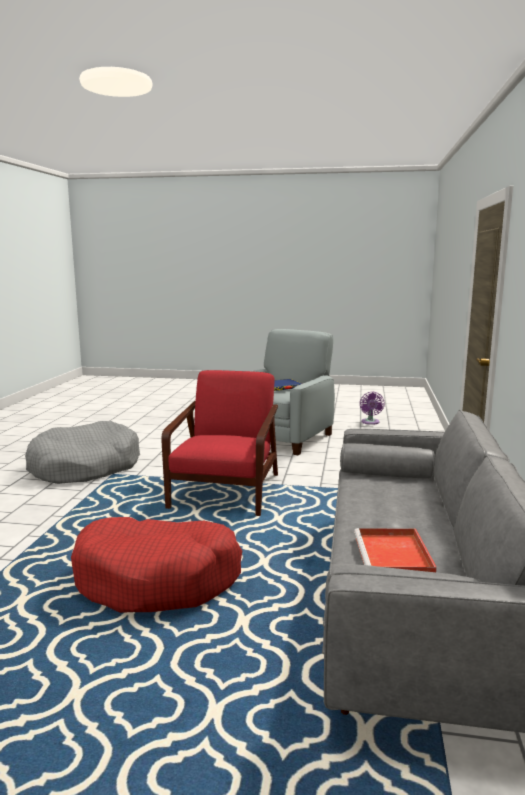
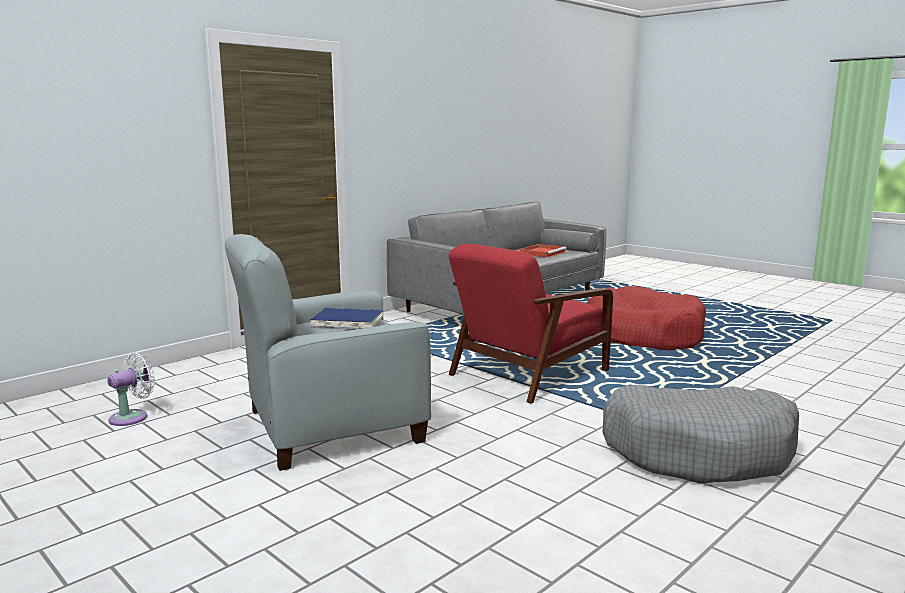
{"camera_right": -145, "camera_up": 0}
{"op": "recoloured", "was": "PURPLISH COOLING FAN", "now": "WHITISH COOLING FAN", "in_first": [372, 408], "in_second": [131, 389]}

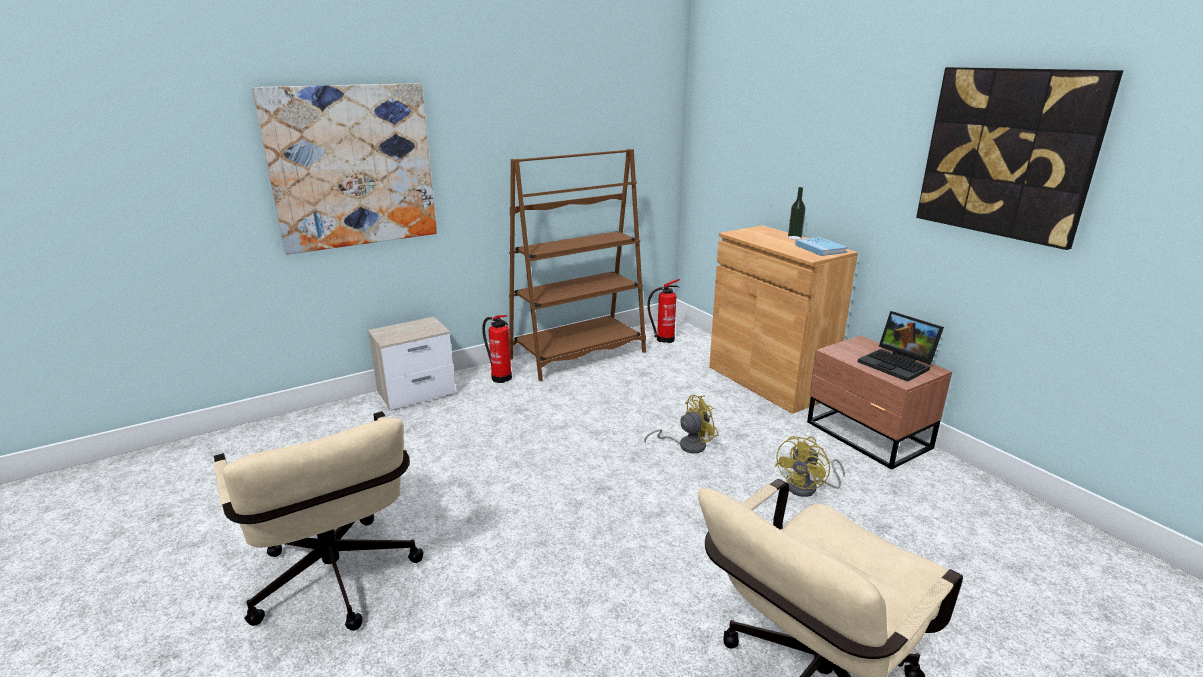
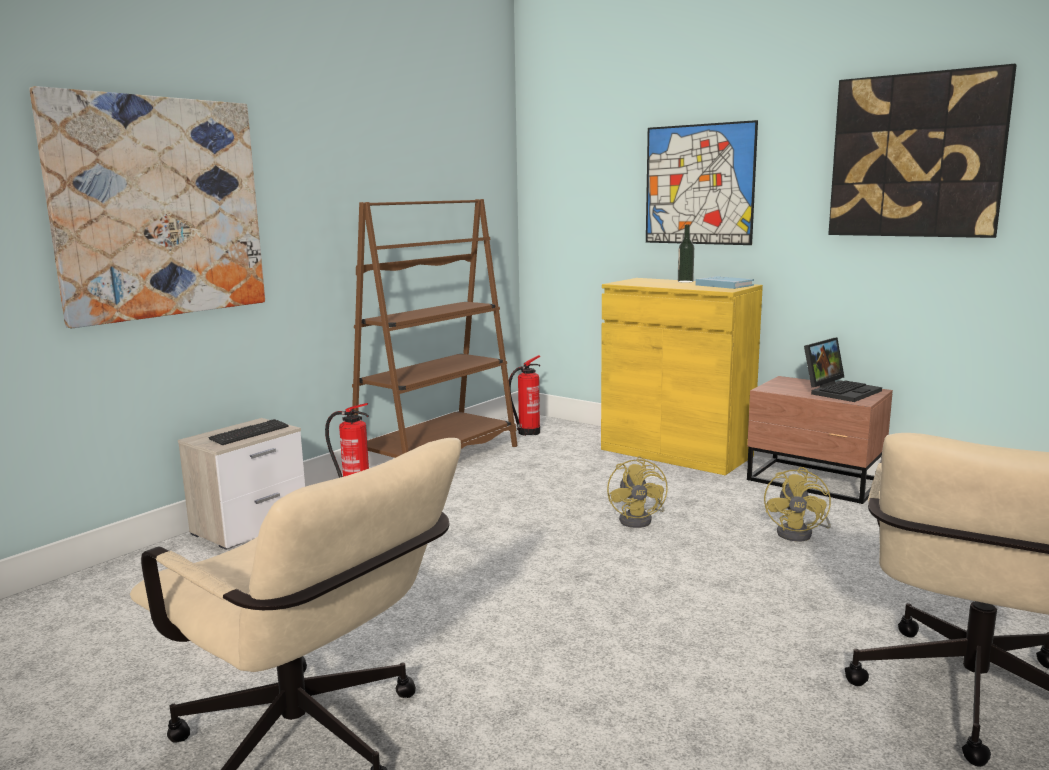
{"camera_right": -20, "camera_up": -10}
{"op": "added", "now": "KEYBOARD", "in_second": [248, 432]}
{"op": "recoloured", "was": "BROWN-COLOURED STORAGE CABINET", "now": "YELLOW-COLOURED STORAGE CABINET", "in_first": [783, 319], "in_second": [682, 376]}
{"op": "turned", "was": "YELLOW-COLOURED COOLING FAN", "in_first": [681, 424], "in_second": [637, 492], "clockwise": 135}
{"op": "added", "now": "WALL ART", "in_second": [702, 182]}
{"op": "turned", "was": "LAPTOP", "in_first": [901, 346], "in_second": [843, 369], "clockwise": -75}

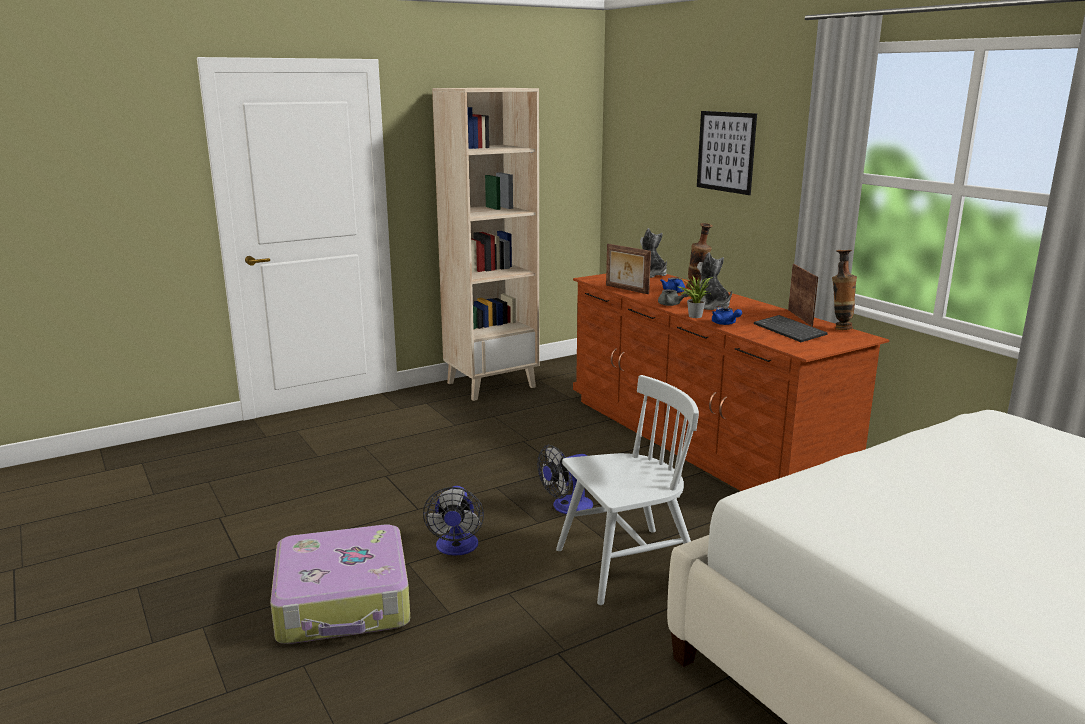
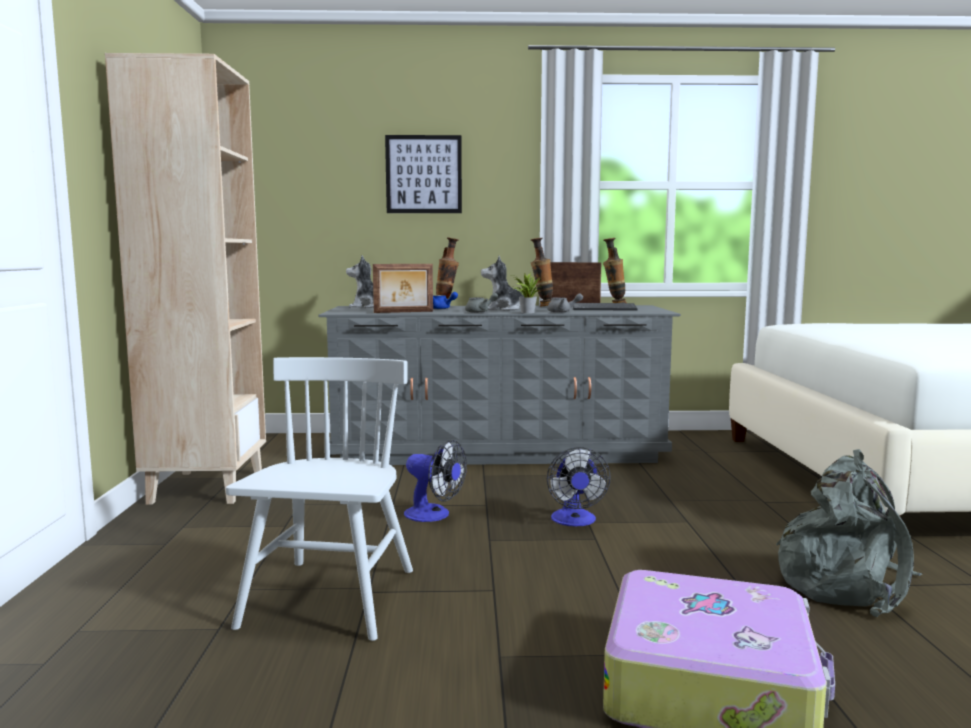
{"camera_right": -60, "camera_up": -10}
{"op": "moved", "was": "WHITISH PLAIN CHAIR", "in_first": [627, 490], "in_second": [319, 499]}
{"op": "recoloured", "was": "BROWN-COLOURED DRAWER CHEST", "now": "GRAY DRAWER CHEST", "in_first": [731, 382], "in_second": [499, 385]}
{"op": "moved", "was": "COOLING FAN", "in_first": [453, 521], "in_second": [435, 480]}
{"op": "added", "now": "VASE", "in_second": [542, 272]}
{"op": "recoloured", "was": "BLUE-COLOURED POT FOR TEA", "now": "GRAY POT FOR TEA", "in_first": [727, 316], "in_second": [565, 302]}
{"op": "added", "now": "GRAY KNAPSACK", "in_second": [849, 533]}

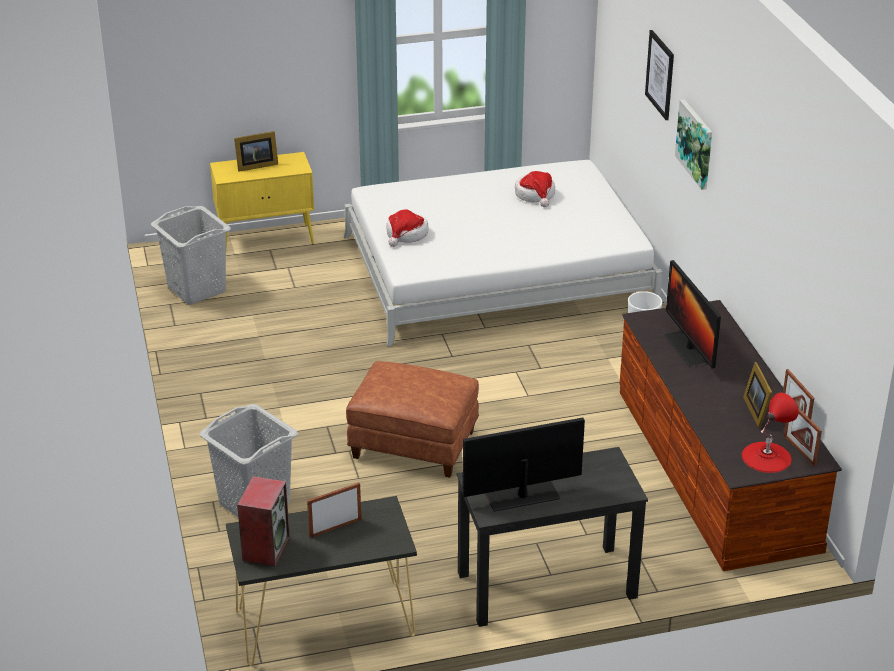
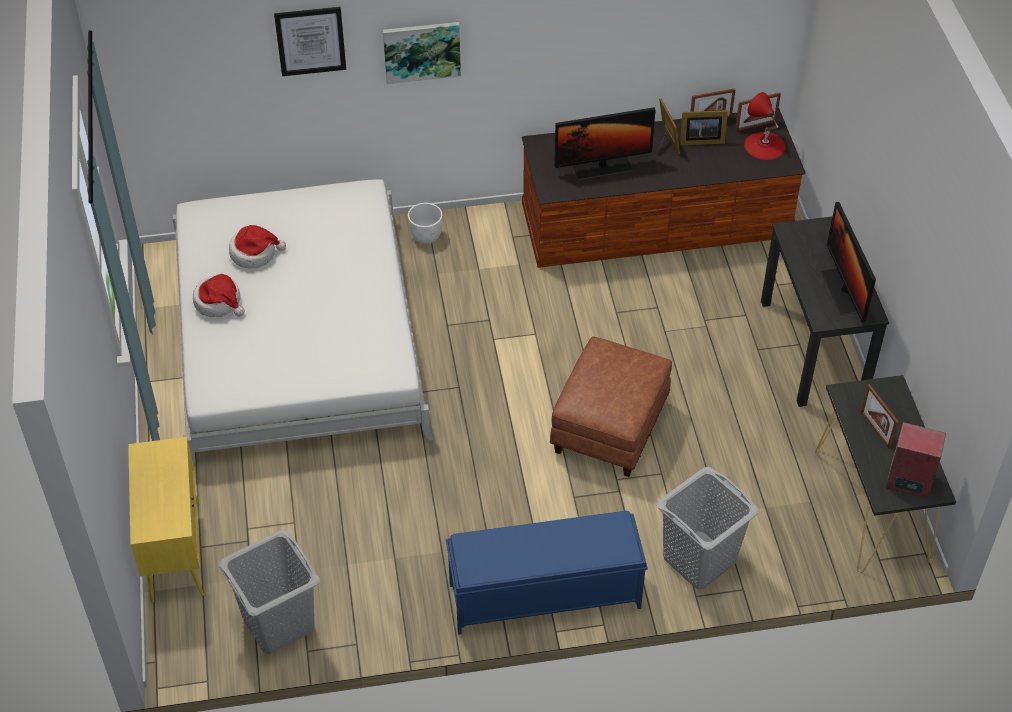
{"camera_right": -85, "camera_up": 15}
{"op": "moved", "was": "CLOTHING HAT", "in_first": [407, 228], "in_second": [219, 295]}
{"op": "added", "now": "BLUE-COLOURED INDOOR BENCH", "in_second": [547, 573]}
{"op": "moved", "was": "PHOTO FRAME", "in_first": [256, 151], "in_second": [668, 126]}

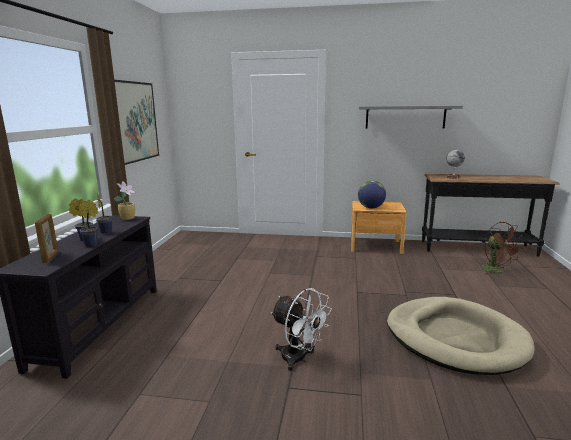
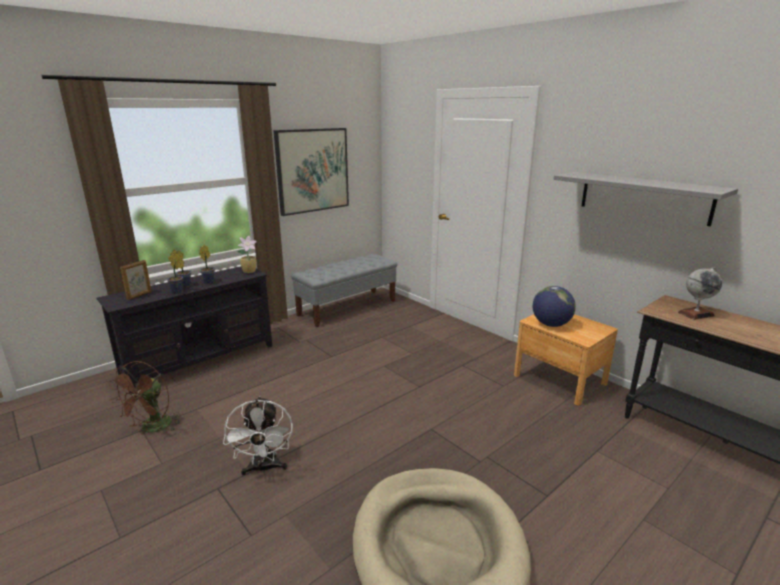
{"camera_right": 40, "camera_up": 5}
{"op": "moved", "was": "BROWN-COLOURED COOLING FAN", "in_first": [502, 248], "in_second": [144, 397]}
{"op": "added", "now": "GRAY INDOOR BENCH", "in_second": [344, 290]}

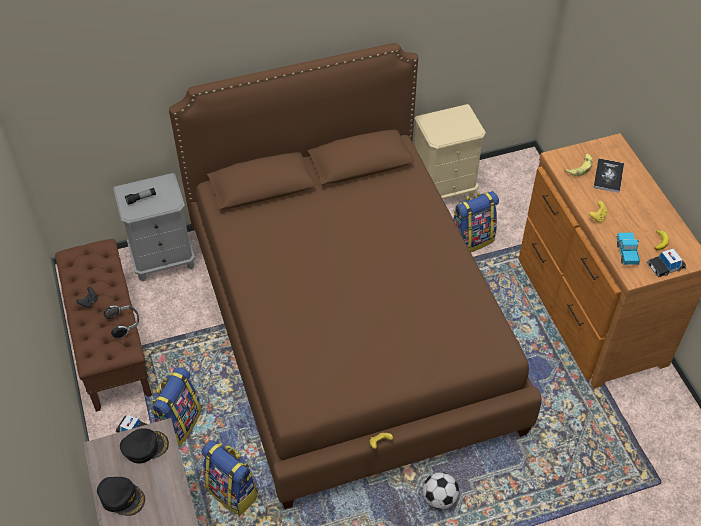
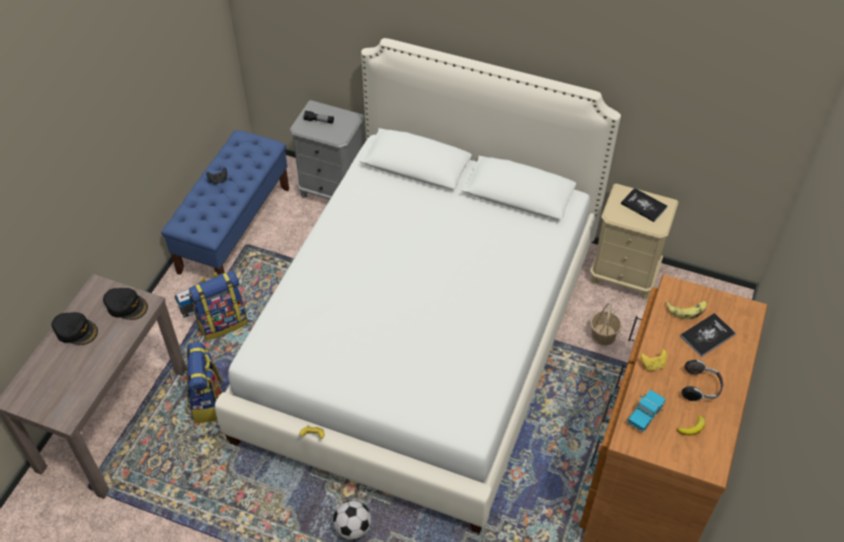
{"camera_right": 40, "camera_up": 0}
{"op": "turned", "was": "BLACK-COLOURED CAP", "in_first": [121, 496], "in_second": [74, 328], "clockwise": -45}
{"op": "recoloured", "was": "BROWN-COLOURED INDOOR BENCH", "now": "BLUE-COLOURED INDOOR BENCH", "in_first": [103, 325], "in_second": [225, 202]}
{"op": "recoloured", "was": "BROWN-COLOURED SLEEPING BED", "now": "WHITISH SLEEPING BED", "in_first": [355, 276], "in_second": [418, 286]}
{"op": "replaced", "was": "KNAPSACK", "now": "HOUSEHOLD BASKET", "in_first": [476, 221], "in_second": [606, 324]}
{"op": "added", "now": "BOOK", "in_second": [644, 205]}
{"op": "moved", "was": "PAIR OF HEADPHONES", "in_first": [121, 321], "in_second": [703, 380]}
{"op": "removed", "was": "TOY CAR", "in_first": [666, 263]}

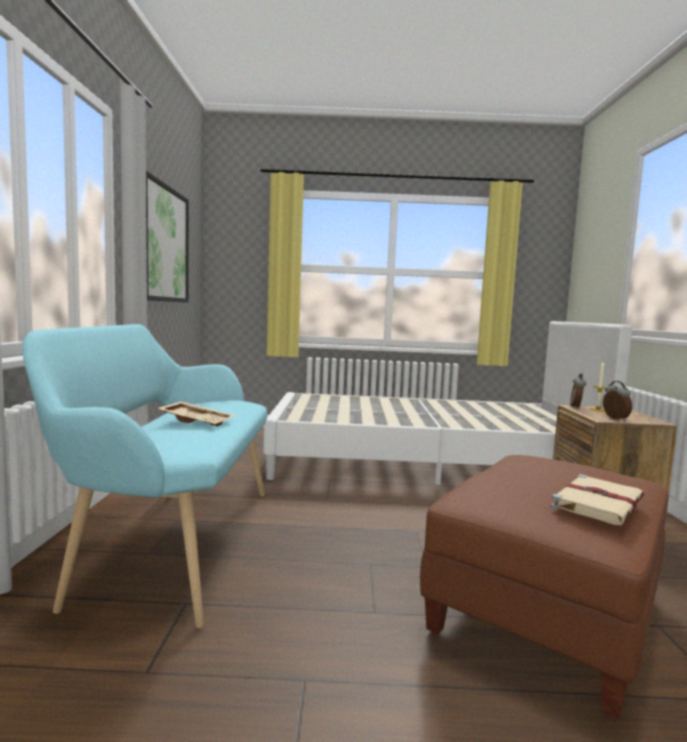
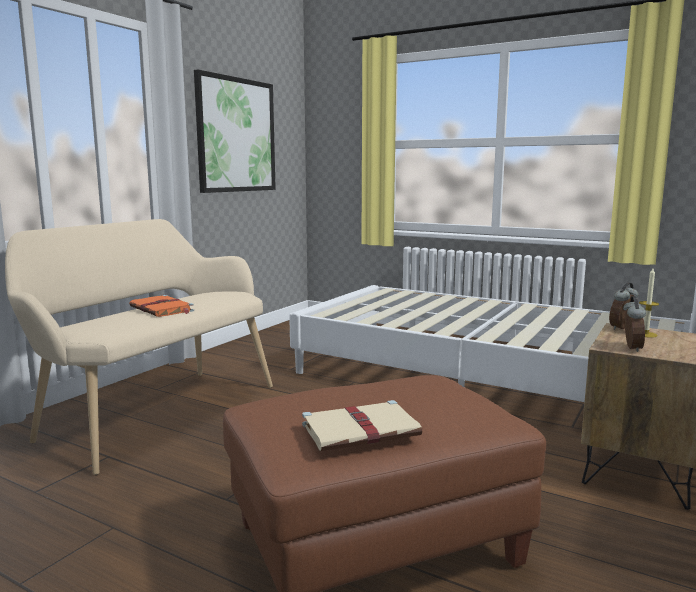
{"camera_right": 30, "camera_up": 5}
{"op": "recoloured", "was": "TURQUOISE-COLOURED INDOOR BENCH", "now": "BEIGE-COLOURED INDOOR BENCH", "in_first": [144, 476], "in_second": [139, 347]}
{"op": "replaced", "was": "BEIGE-COLOURED CARRYING TRAY", "now": "ORANGE-COLOURED BOOK", "in_first": [196, 414], "in_second": [161, 306]}

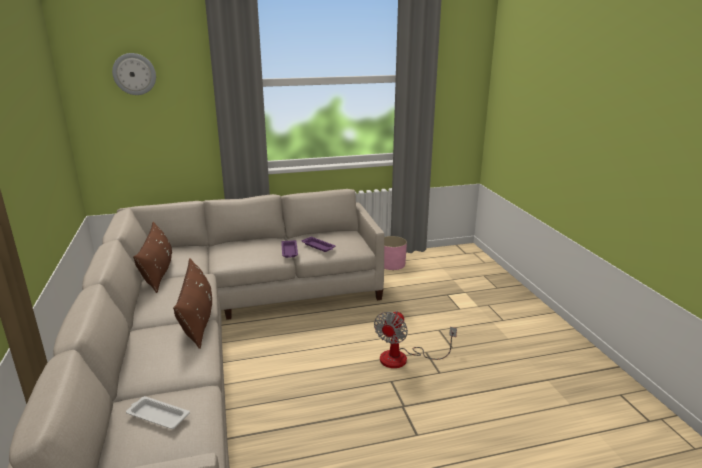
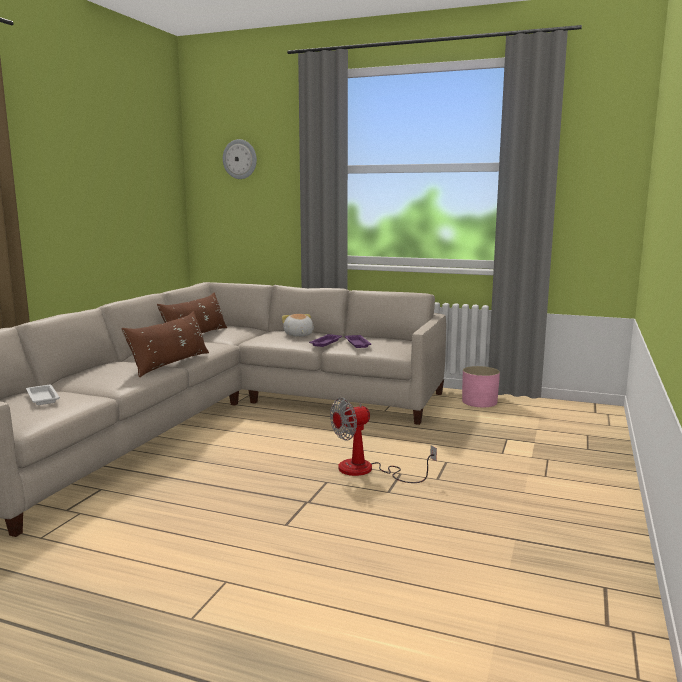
{"camera_right": 35, "camera_up": -10}
{"op": "added", "now": "SOFT TOY", "in_second": [298, 325]}

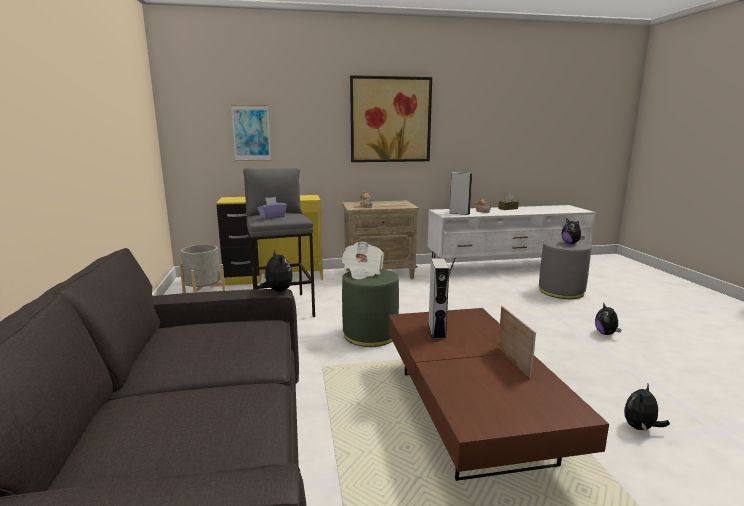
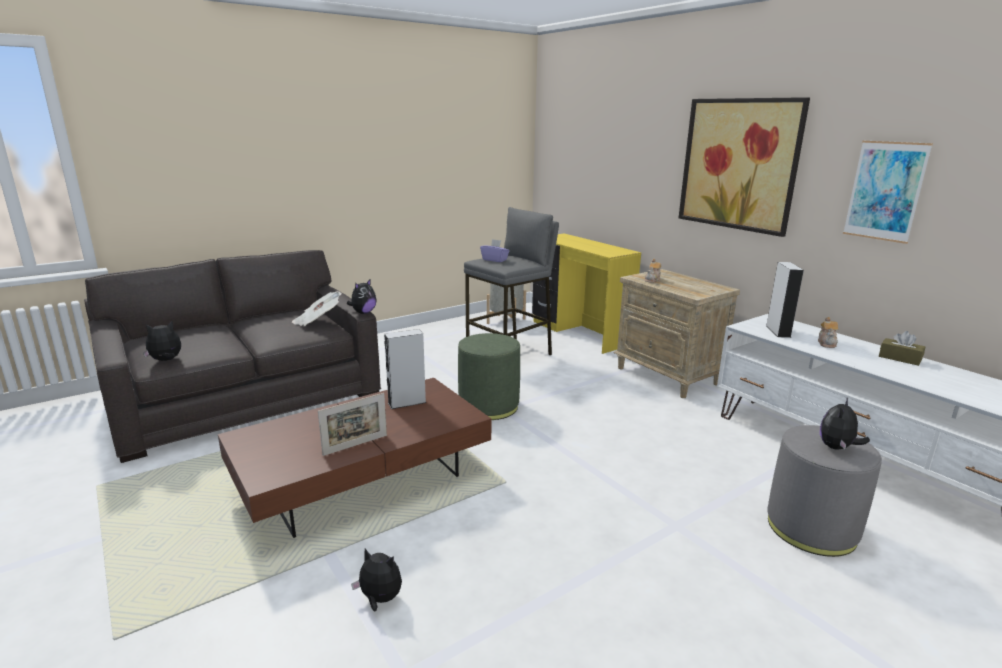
{"camera_right": 65, "camera_up": 5}
{"op": "moved", "was": "SOFT TOY", "in_first": [608, 319], "in_second": [162, 341]}
{"op": "moved", "was": "PRINTED PAPER", "in_first": [362, 260], "in_second": [317, 308]}
{"op": "moved", "was": "WALL ART", "in_first": [251, 133], "in_second": [888, 192]}

